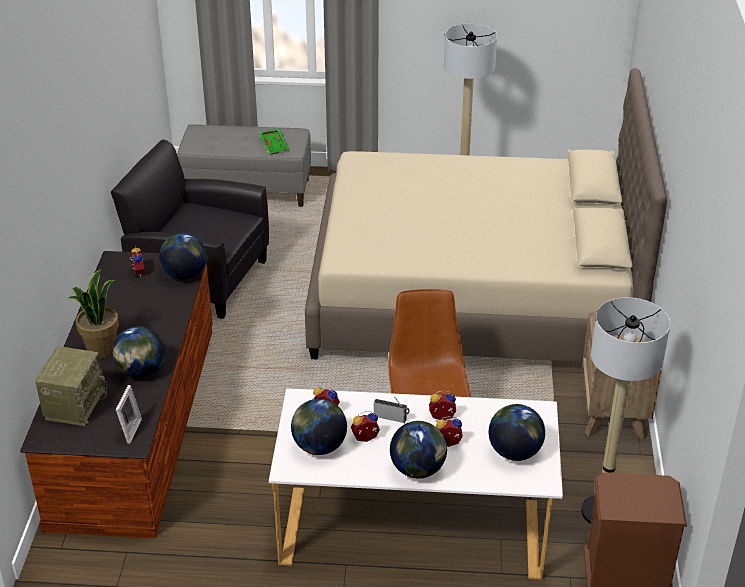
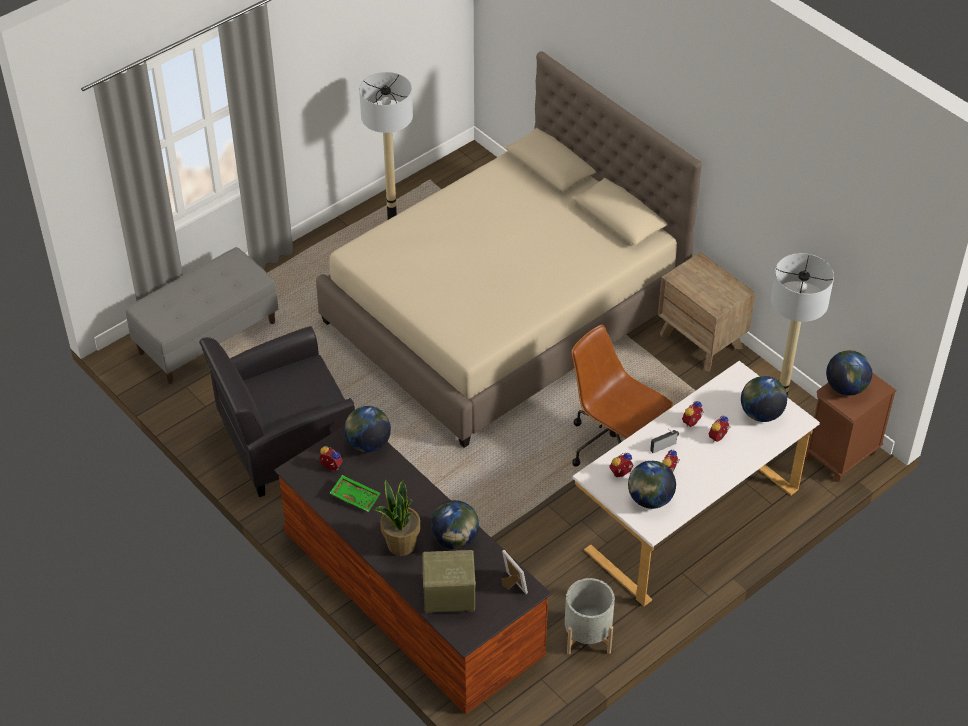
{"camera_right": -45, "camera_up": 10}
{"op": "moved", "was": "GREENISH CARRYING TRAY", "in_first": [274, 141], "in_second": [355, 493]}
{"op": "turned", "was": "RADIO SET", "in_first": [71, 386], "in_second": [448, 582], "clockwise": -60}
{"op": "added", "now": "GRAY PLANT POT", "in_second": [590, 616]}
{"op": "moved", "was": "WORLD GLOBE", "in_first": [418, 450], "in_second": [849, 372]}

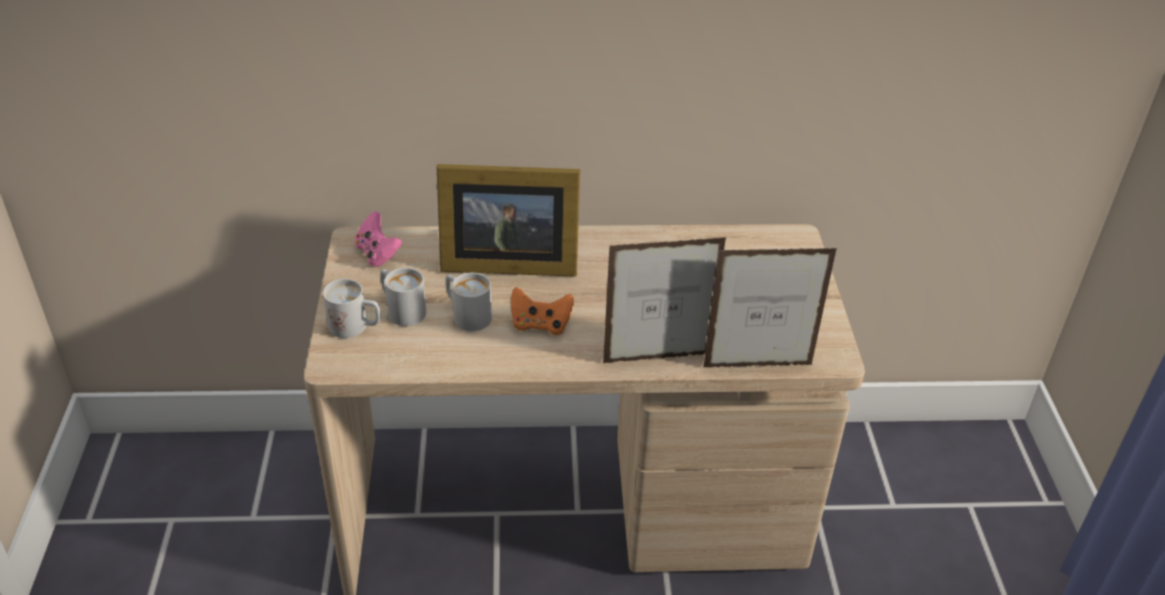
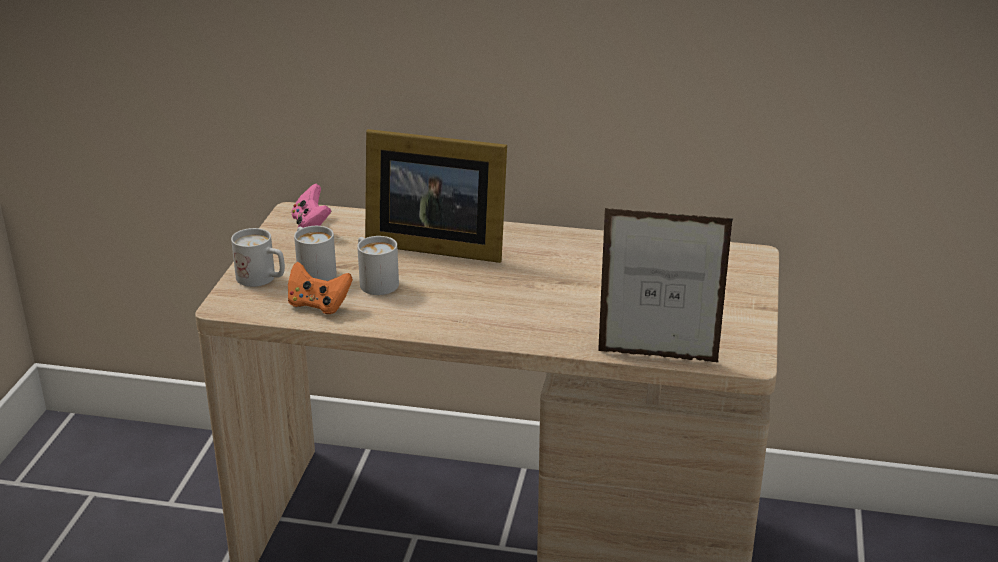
{"camera_right": 15, "camera_up": -10}
{"op": "moved", "was": "ORANGE-COLOURED GAME CONTROLLER", "in_first": [542, 311], "in_second": [320, 288]}
{"op": "removed", "was": "PHOTO FRAME", "in_first": [664, 300]}

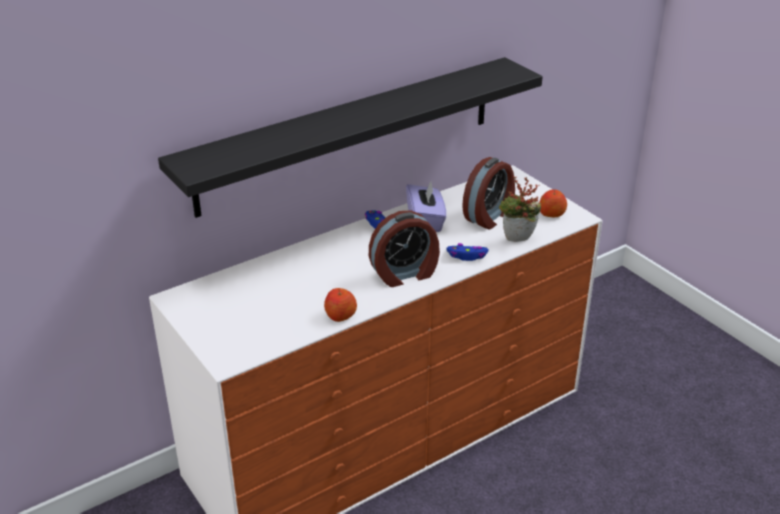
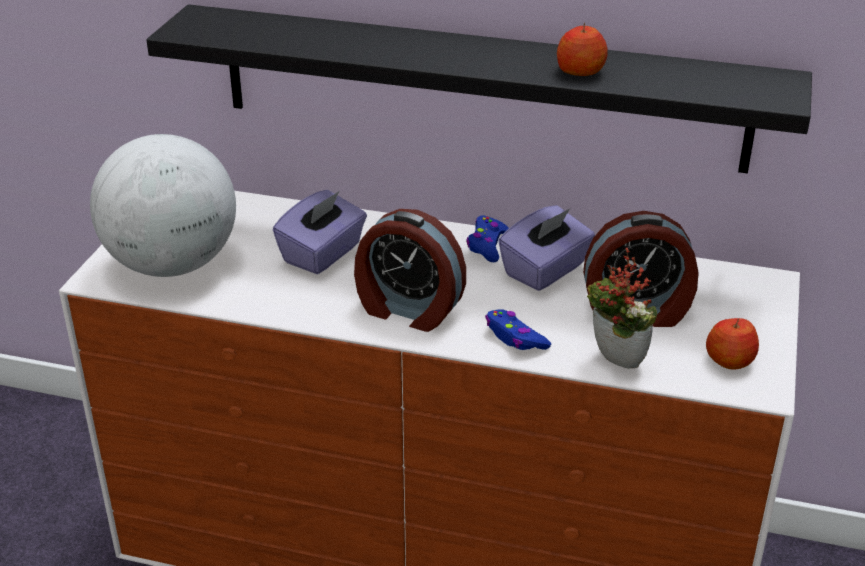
{"camera_right": 50, "camera_up": 0}
{"op": "added", "now": "WORLD GLOBE", "in_second": [163, 205]}
{"op": "added", "now": "PURPLISH TISSUE BOX", "in_second": [320, 232]}
{"op": "moved", "was": "APPLE", "in_first": [340, 305], "in_second": [582, 49]}

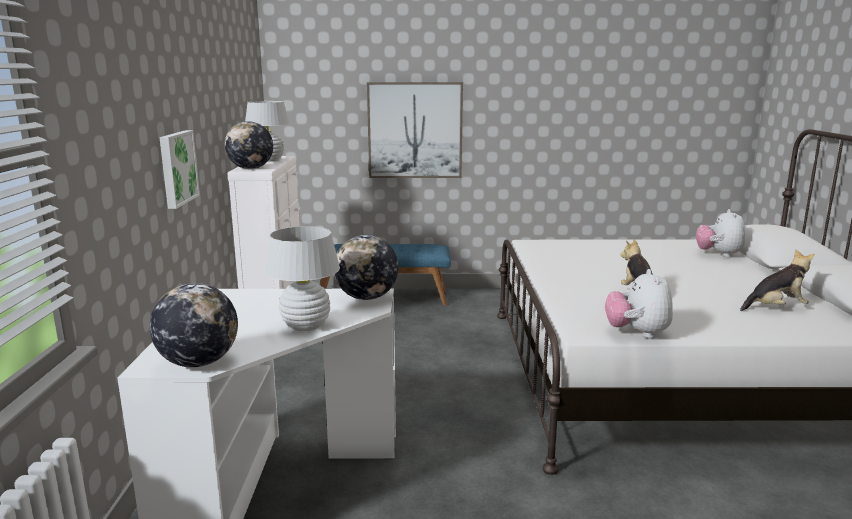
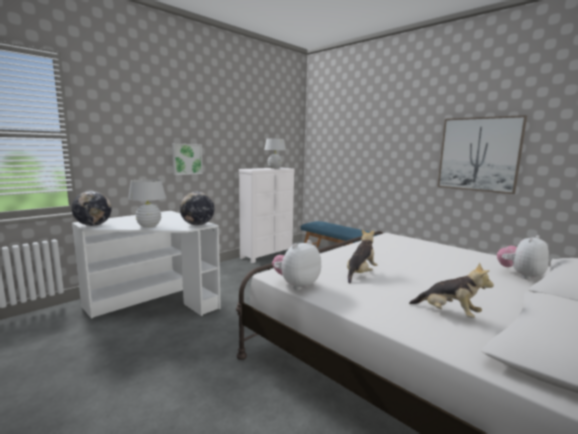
{"camera_right": 45, "camera_up": -5}
{"op": "moved", "was": "WALL ART", "in_first": [415, 130], "in_second": [482, 154]}
{"op": "removed", "was": "WORLD GLOBE", "in_first": [249, 145]}

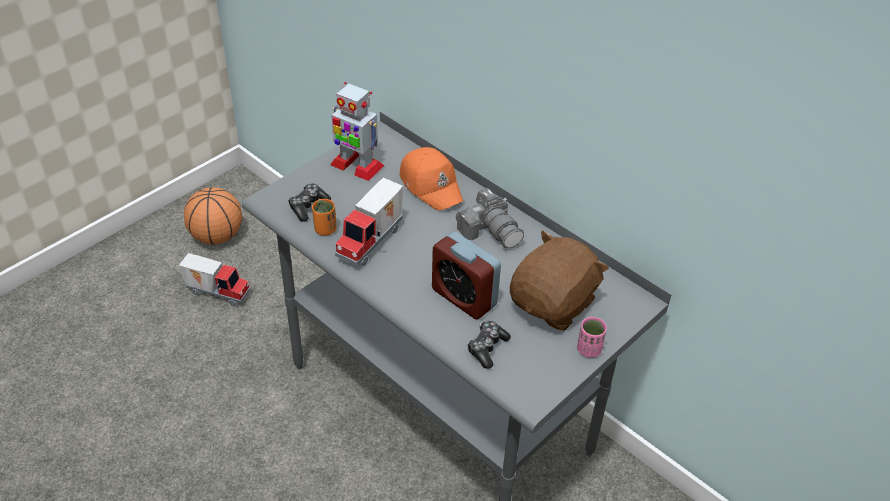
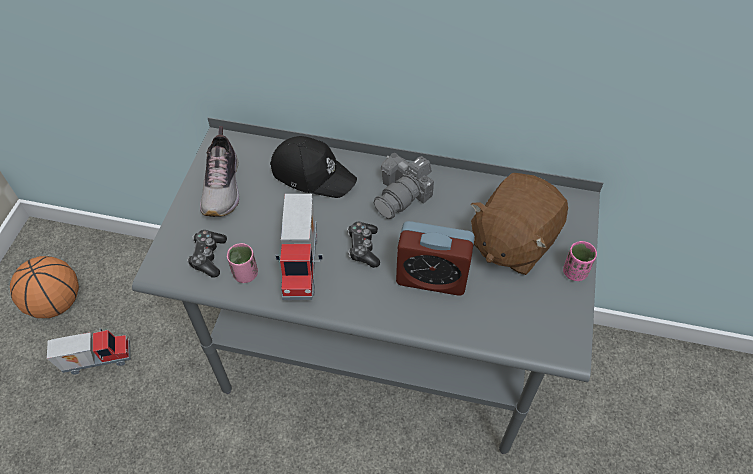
{"camera_right": -30, "camera_up": 10}
{"op": "replaced", "was": "TOY ROBOT", "now": "LOW SHOE", "in_first": [357, 131], "in_second": [219, 171]}
{"op": "recoloured", "was": "ORANGE-COLOURED DRINKING CUP", "now": "PINK-COLOURED DRINKING CUP", "in_first": [324, 217], "in_second": [242, 263]}
{"op": "recoloured", "was": "ORANGE-COLOURED CAP", "now": "BLACK-COLOURED CAP", "in_first": [431, 179], "in_second": [313, 167]}
{"op": "moved", "was": "GAME CONTROLLER", "in_first": [489, 345], "in_second": [363, 245]}
{"op": "turned", "was": "PHOTO CAMERA", "in_first": [490, 218], "in_second": [404, 186], "clockwise": 105}
{"op": "turned", "was": "BROWN-COLOURED SOFT TOY", "in_first": [559, 281], "in_second": [519, 224], "clockwise": -150}

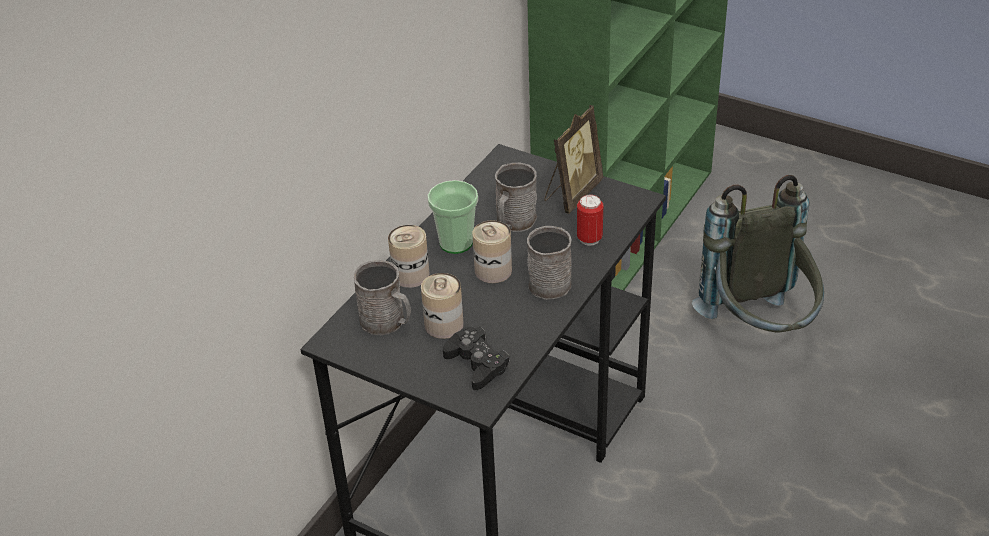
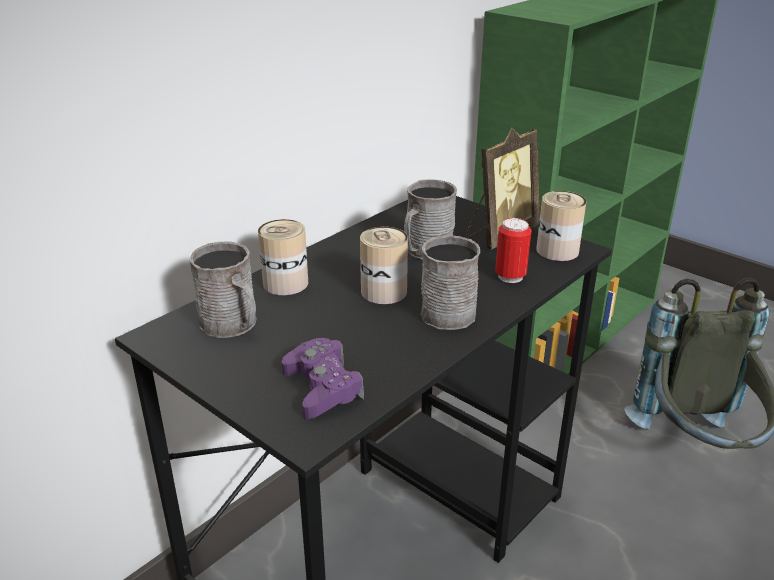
{"camera_right": 10, "camera_up": -10}
{"op": "recoloured", "was": "BLACK-COLOURED GAME CONTROLLER", "now": "PURPLISH GAME CONTROLLER", "in_first": [476, 358], "in_second": [323, 378]}
{"op": "moved", "was": "METAL CAN", "in_first": [442, 306], "in_second": [561, 226]}
{"op": "removed", "was": "DRINKING CUP", "in_first": [452, 217]}

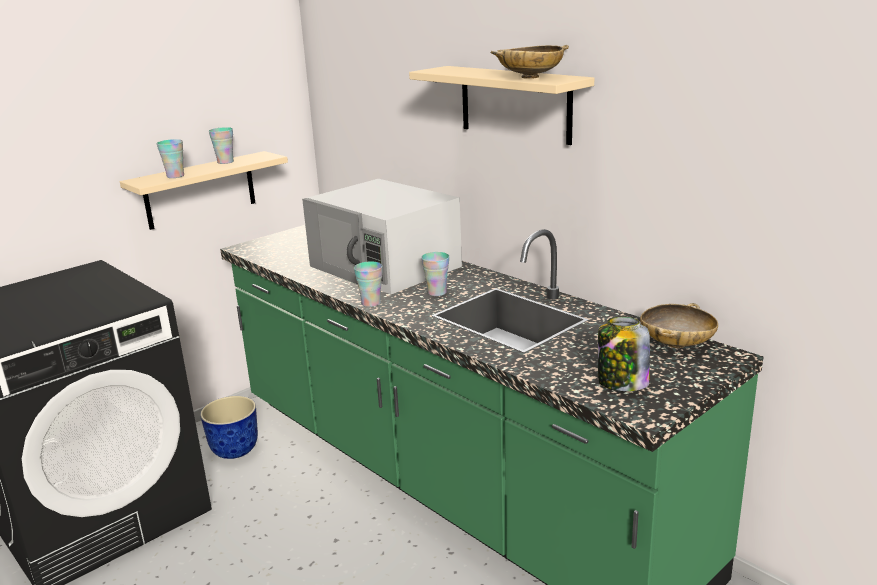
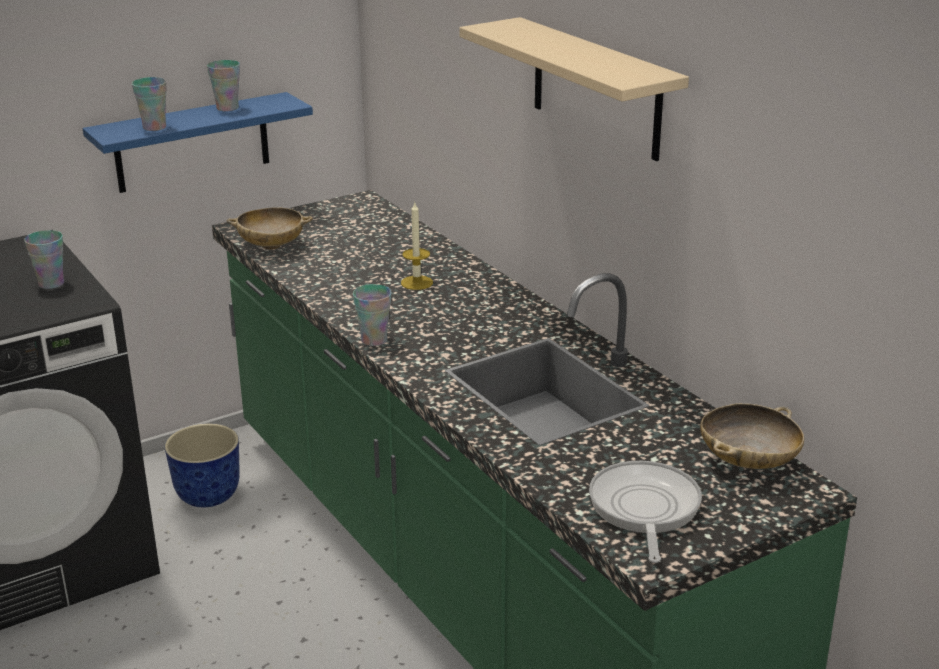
{"camera_right": 10, "camera_up": 5}
{"op": "moved", "was": "DRINKING CUP", "in_first": [435, 274], "in_second": [44, 259]}
{"op": "recoloured", "was": "BEIGE-COLOURED BRACKET SHELF", "now": "BLUE-COLOURED BRACKET SHELF", "in_first": [204, 190], "in_second": [198, 142]}
{"op": "moved", "was": "BEIGE-COLOURED DEEP DISH", "in_first": [530, 62], "in_second": [270, 228]}
{"op": "replaced", "was": "WHITISH MICROWAVE OVEN", "now": "CANDLE", "in_first": [382, 236], "in_second": [417, 246]}
{"op": "replaced", "was": "PRESERVE JAR", "now": "PAN", "in_first": [624, 354], "in_second": [645, 512]}

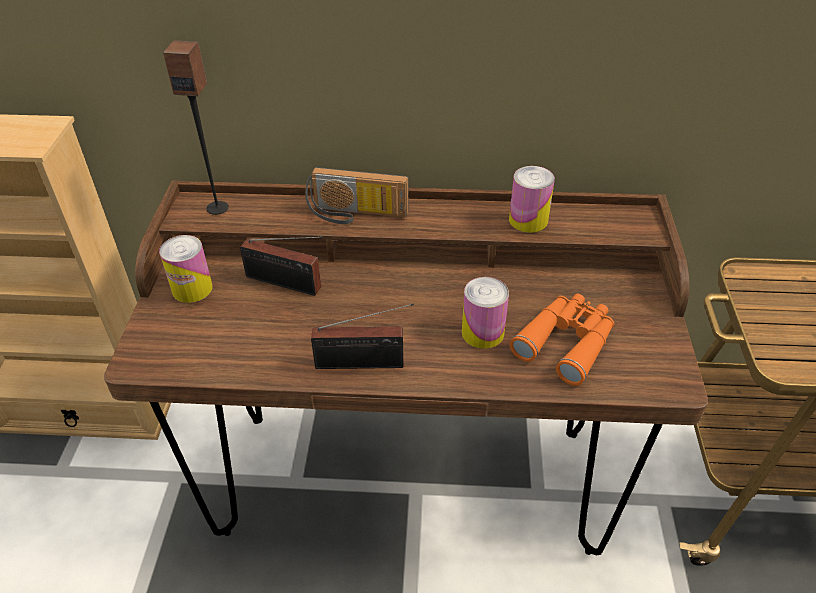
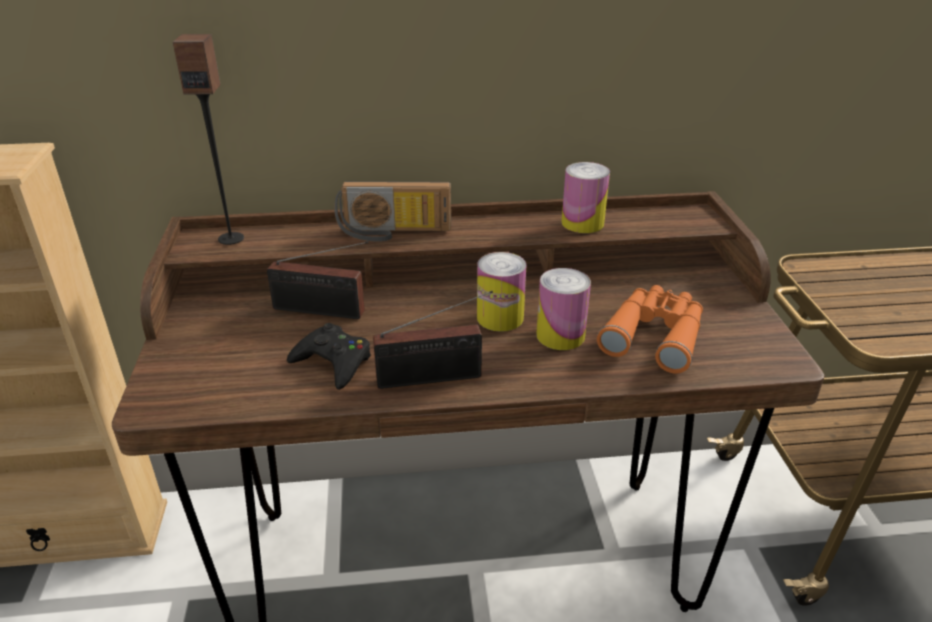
{"camera_right": -10, "camera_up": -10}
{"op": "added", "now": "BLACK-COLOURED GAME CONTROLLER", "in_second": [329, 356]}
{"op": "moved", "was": "METAL CAN", "in_first": [185, 269], "in_second": [501, 292]}

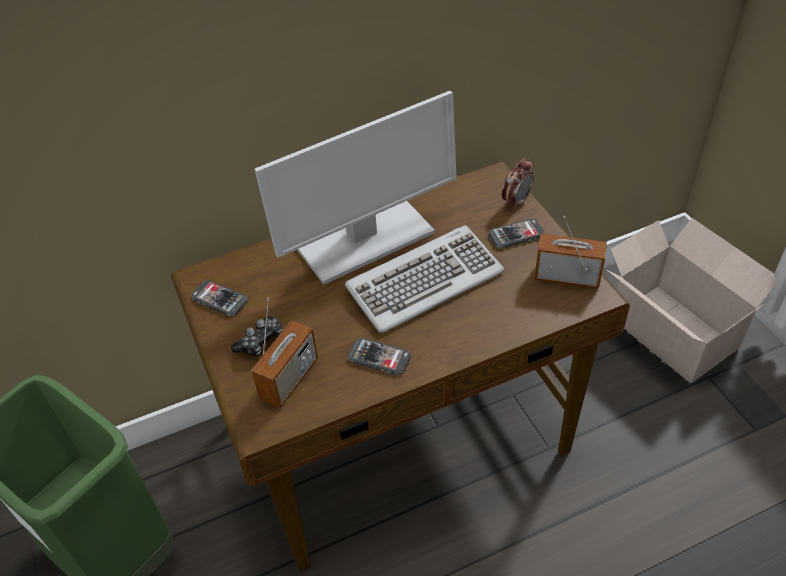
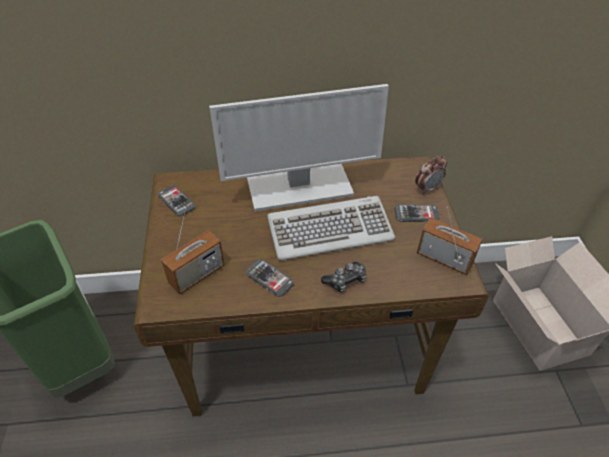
{"camera_right": 15, "camera_up": 0}
{"op": "moved", "was": "GAME CONTROLLER", "in_first": [257, 336], "in_second": [343, 277]}

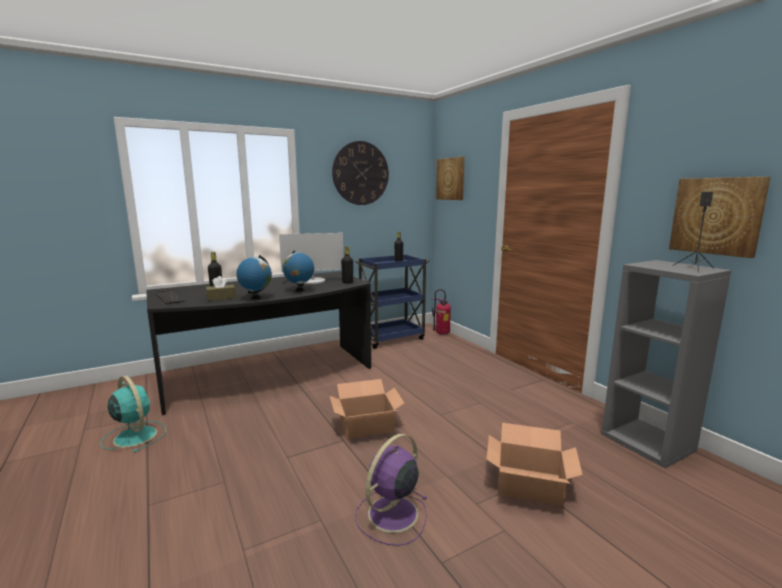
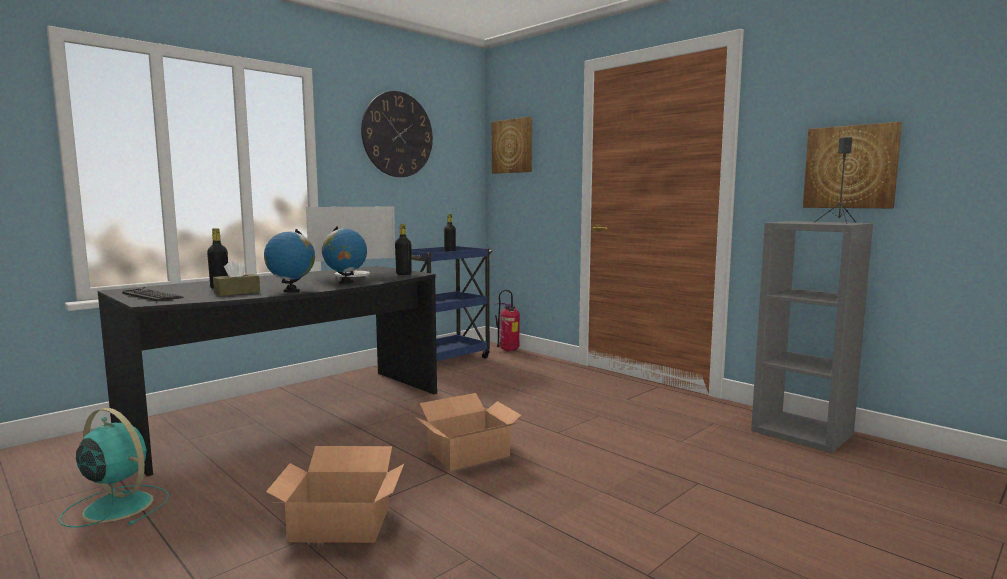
{"camera_right": -15, "camera_up": -5}
{"op": "moved", "was": "CARDBOARD BOX", "in_first": [534, 464], "in_second": [335, 494]}
{"op": "removed", "was": "PURPLISH COOLING FAN", "in_first": [391, 490]}

